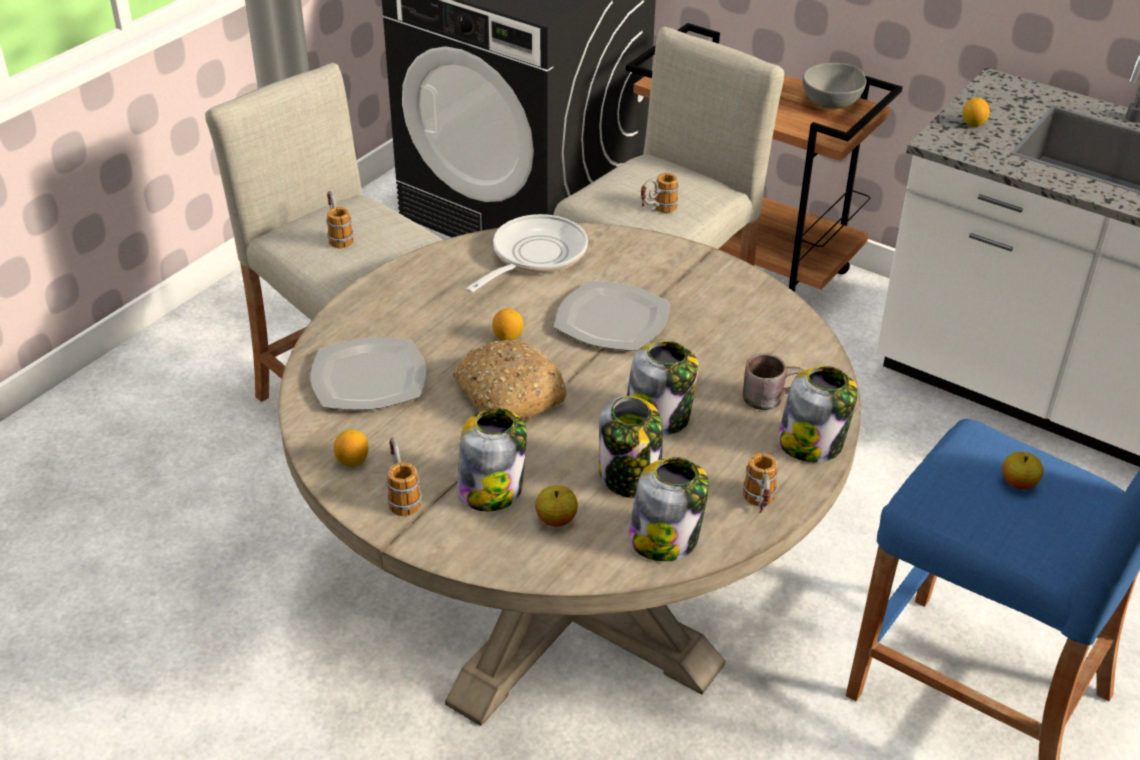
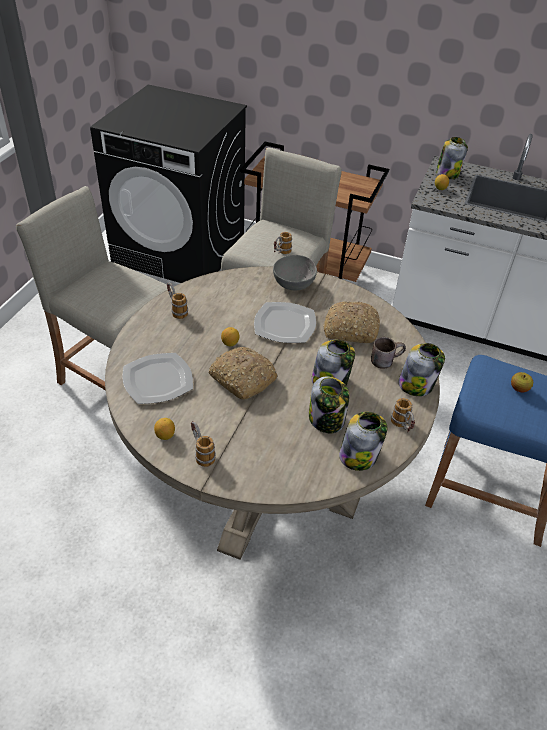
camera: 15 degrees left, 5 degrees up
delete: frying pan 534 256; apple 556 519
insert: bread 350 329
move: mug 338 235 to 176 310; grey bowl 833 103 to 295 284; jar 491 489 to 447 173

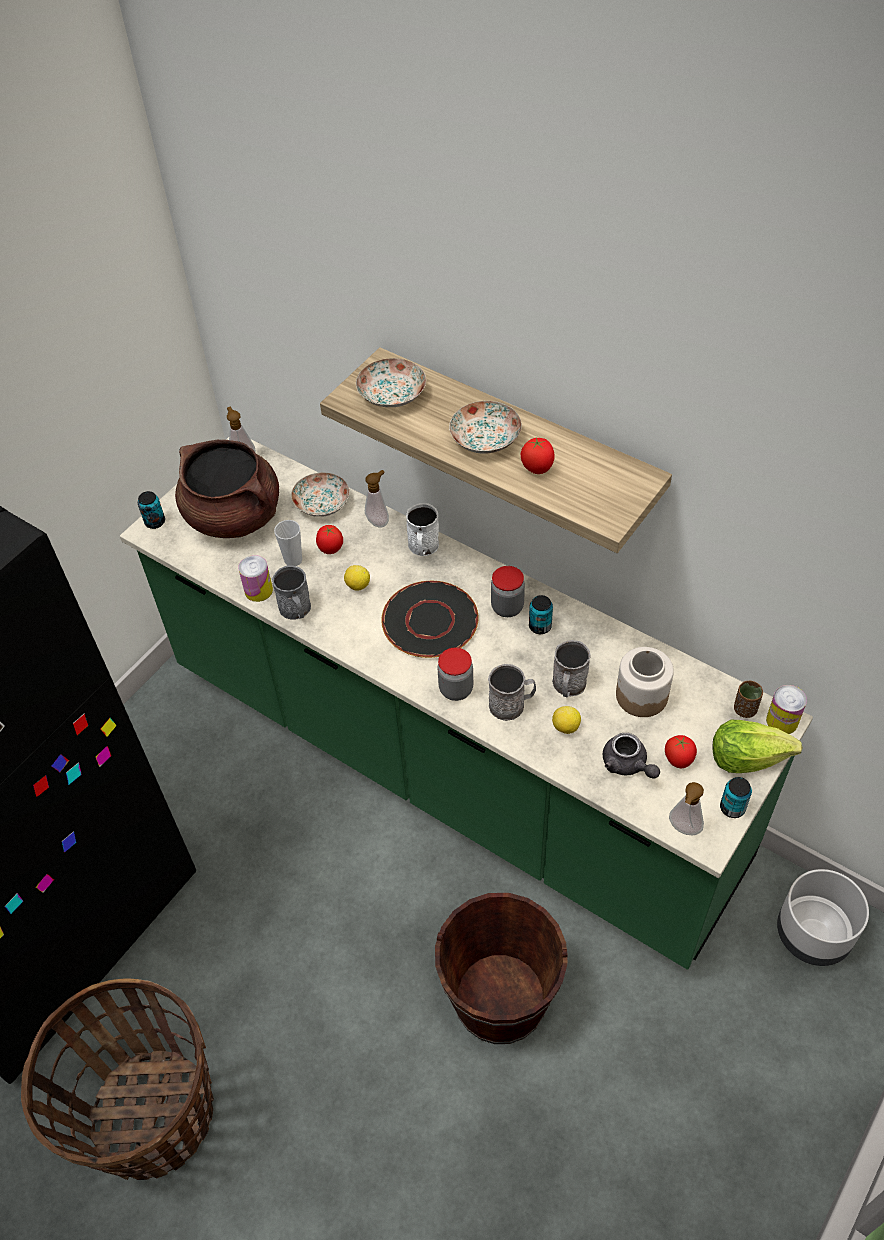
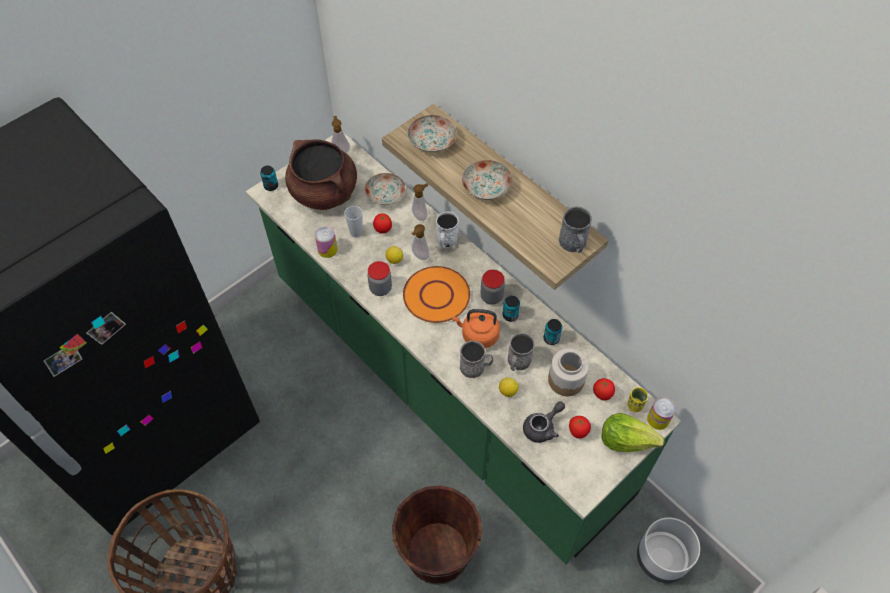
camera: 10 degrees right, 5 degrees up
insert: orange kettle 478 335
move: jar 456 689 to 380 288; soap dispenser 683 829 to 419 256; can 732 808 to 551 338; grey mug 296 610 to 573 244; tomato 537 469 to 602 394
recolor: black plate 430 620 to orange plate 436 295; brown cup 745 709 to yellow cup 634 405
rotate: grey teapot 628 765 = 542 427 105 degrees counterclockwise

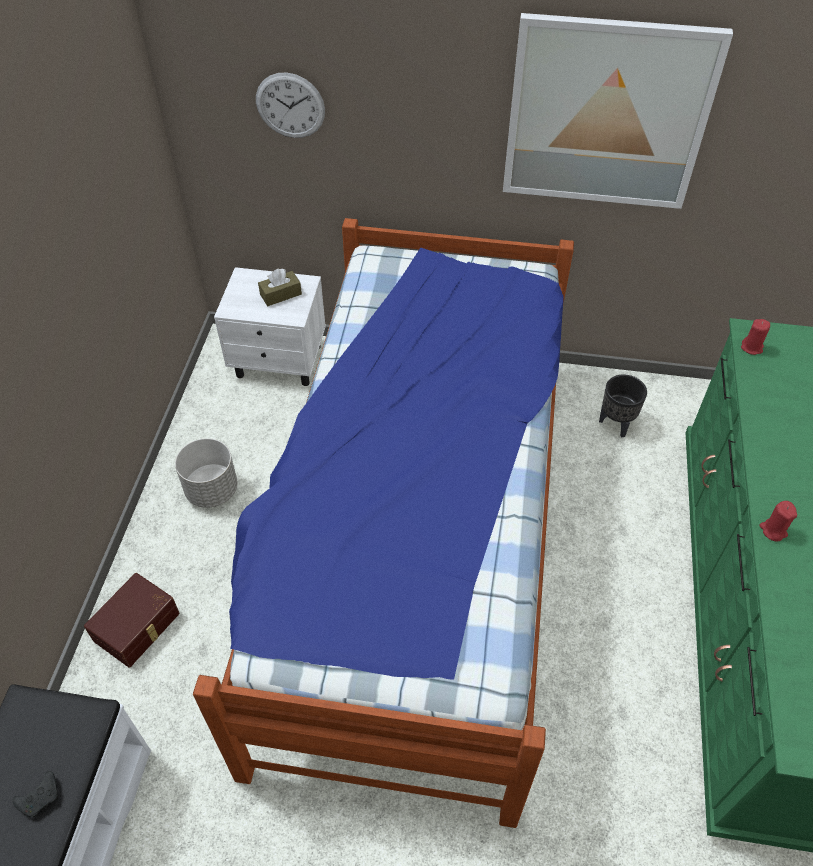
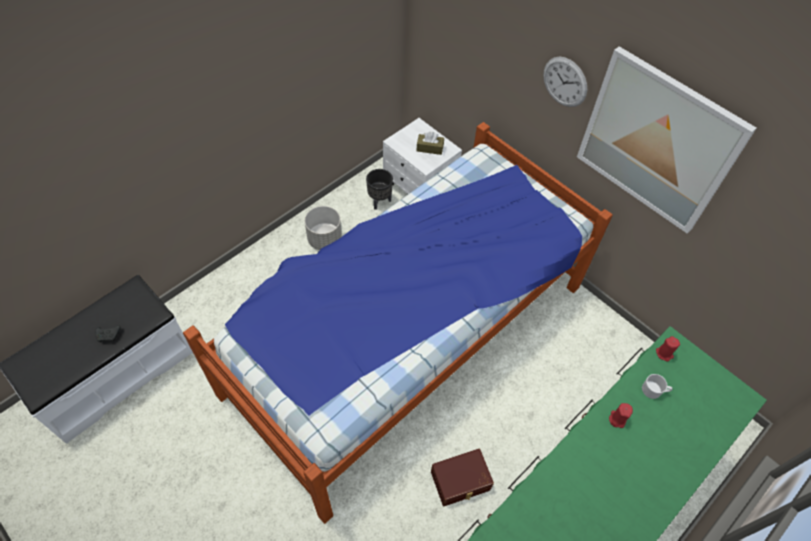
camera: 35 degrees right, 5 degrees up
insert: white mug 654 390
move: black planter 616 424 to 380 201; brown storage box 138 627 to 461 482; wall clock 290 105 to 565 82; red candle 773 530 to 617 419

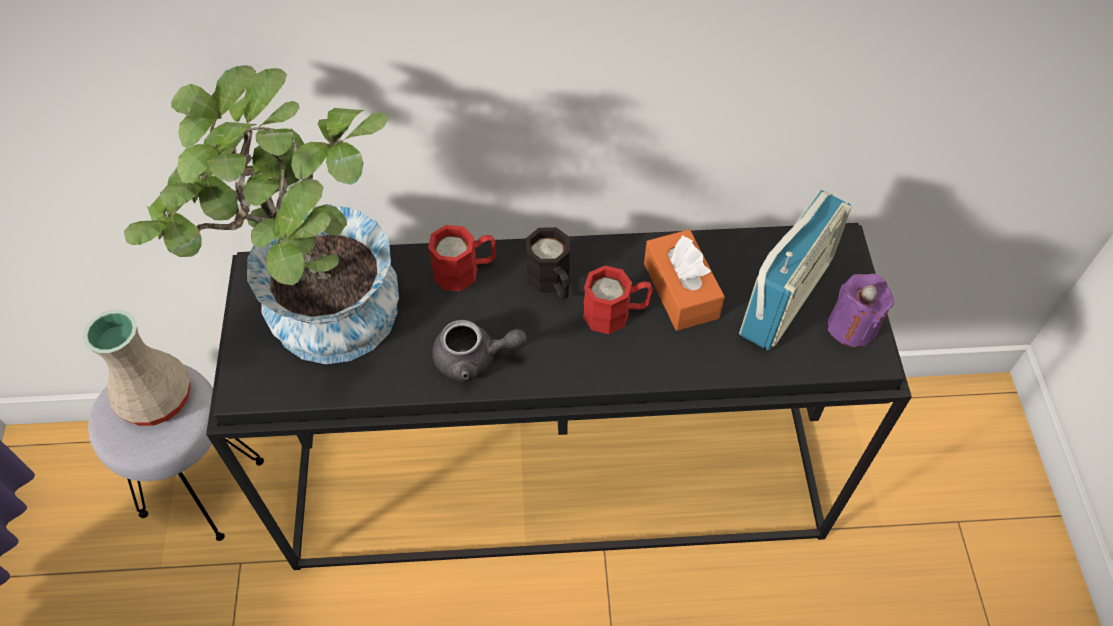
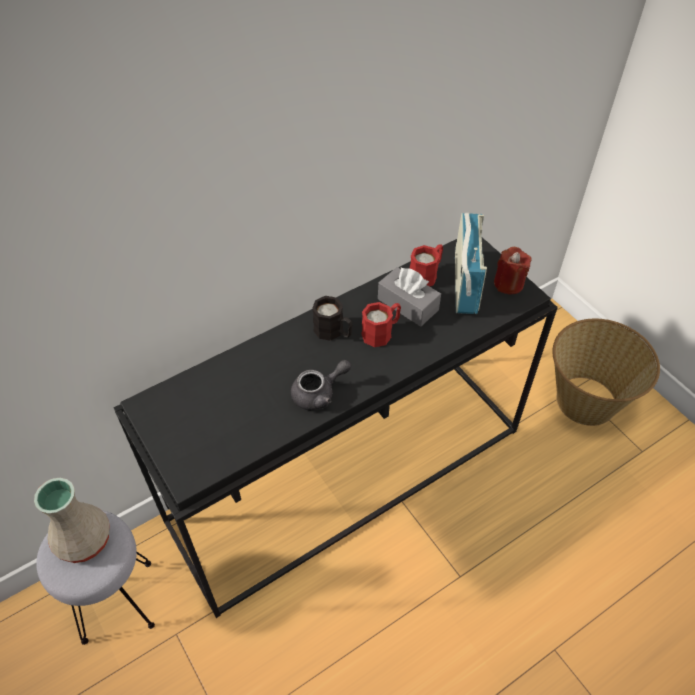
camera: 30 degrees left, 5 degrees down
delete: potted plant 320 324
insert: basket 587 400
move: red mug 465 271 to 426 274
recolor: orange tissue box 680 290 to grey tissue box 408 304; purple candle 852 327 to red candle 508 284

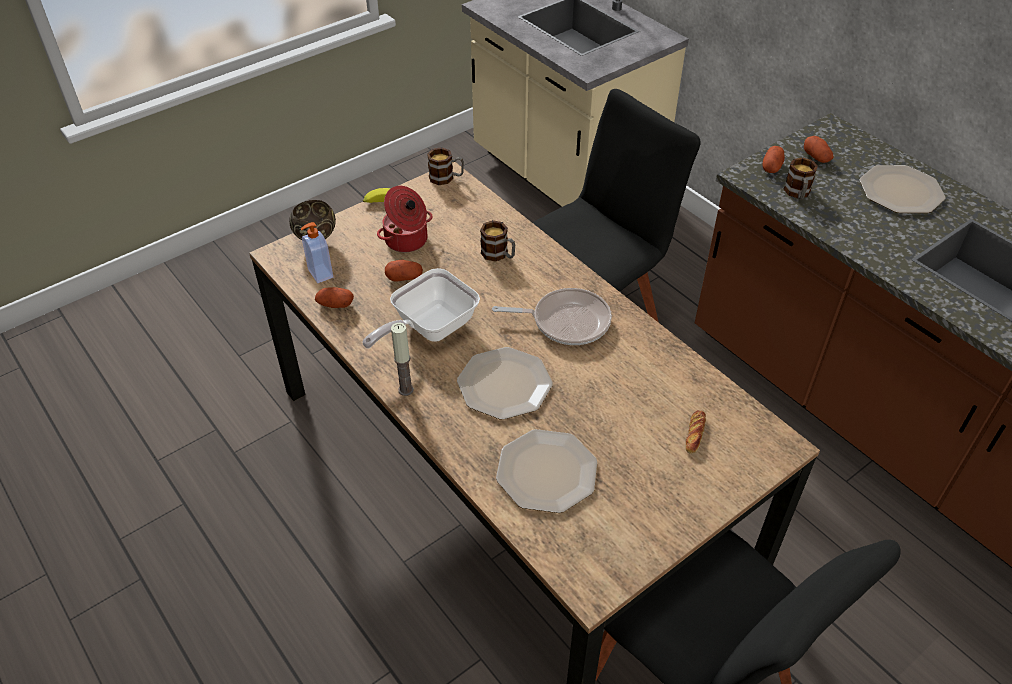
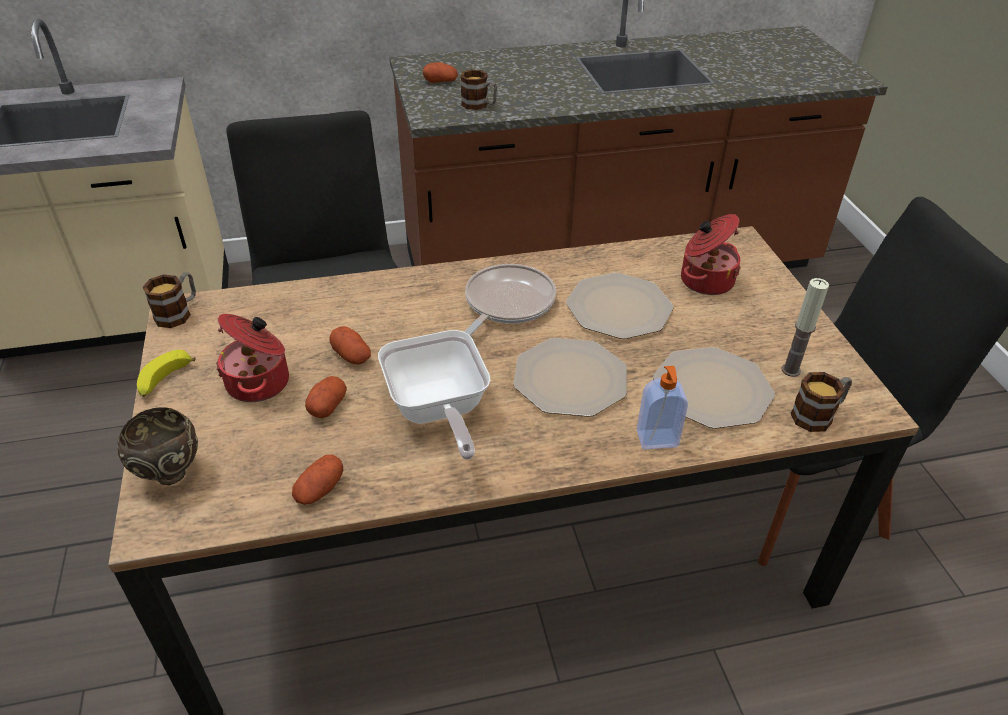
camera: 65 degrees left, 5 degrees down
move: potato 771 167 to 351 355; plate 900 190 to 618 308; soap dispenser 319 274 to 657 440; candle 406 390 to 791 370; mug 499 255 to 818 415
replace: bread 695 434 to cooking pot 705 280

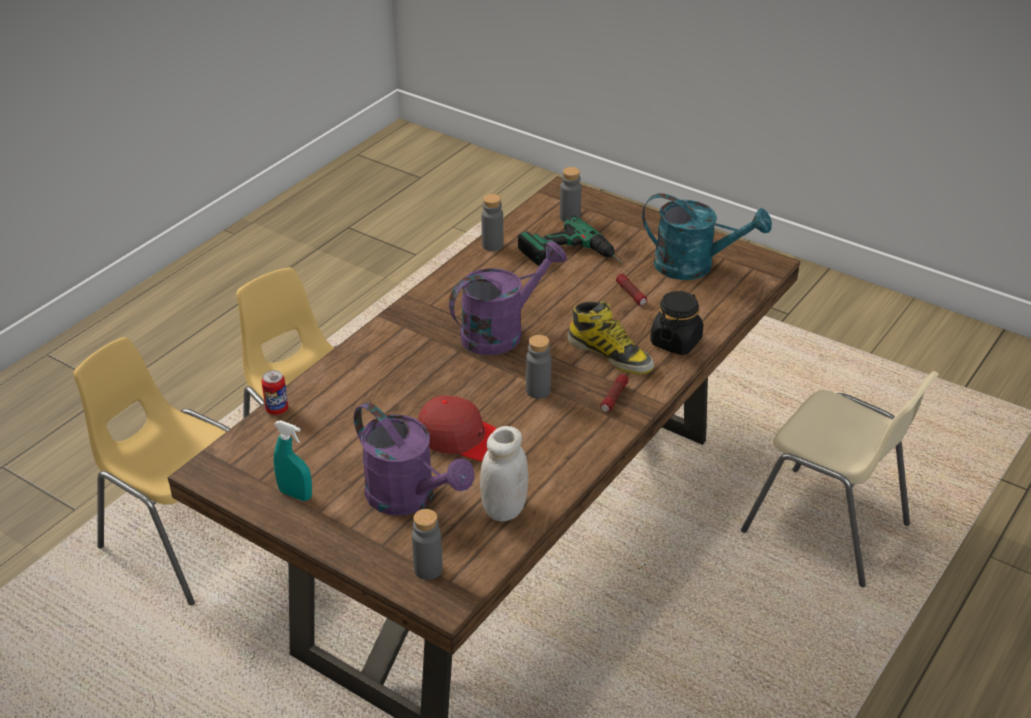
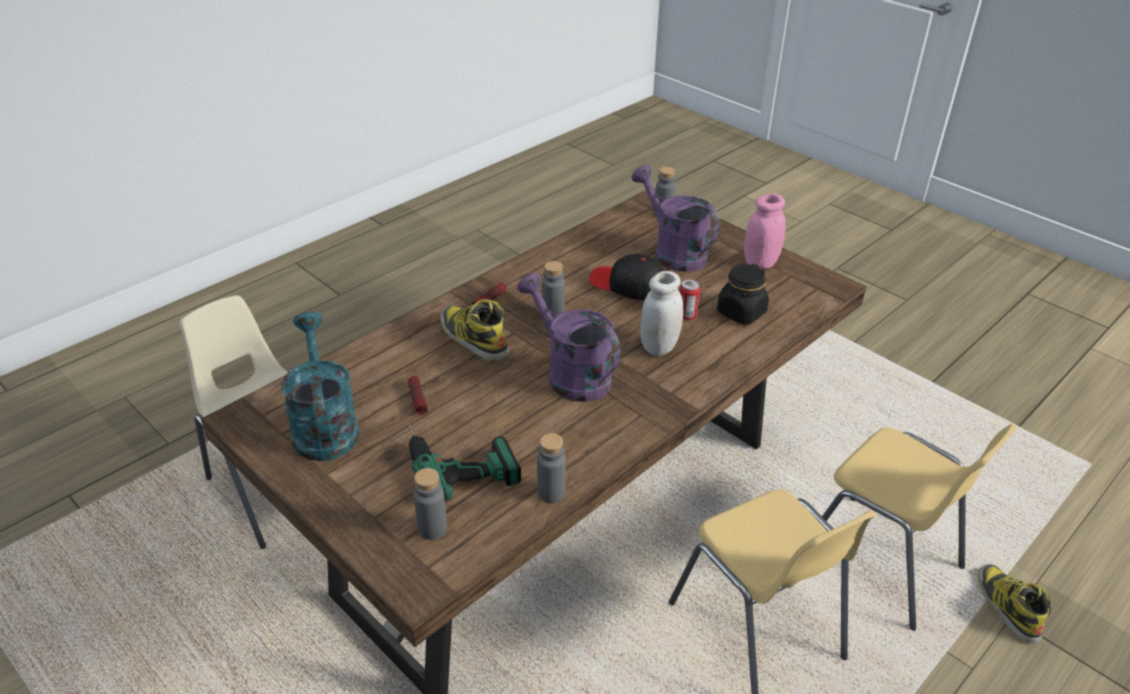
camera: 170 degrees left, 0 degrees up
insert: boot 1006 606
move: white jar 504 509 to 659 347; can 277 409 to 687 316; black jar 676 341 to 741 313
replace: turquoise spray bottle 295 494 to pink jar 760 263
recolor: red cap 463 438 to black cap 627 285
rotate: turquoise watering can 695 266 = 324 426 45 degrees clockwise; purple watering can 501 331 = 570 374 75 degrees clockwise

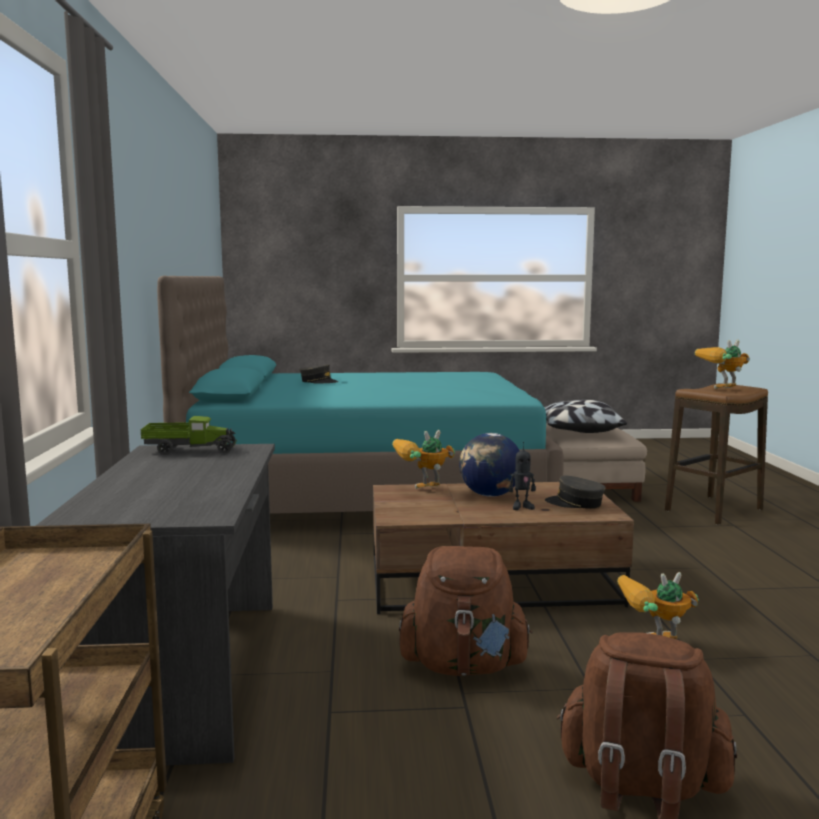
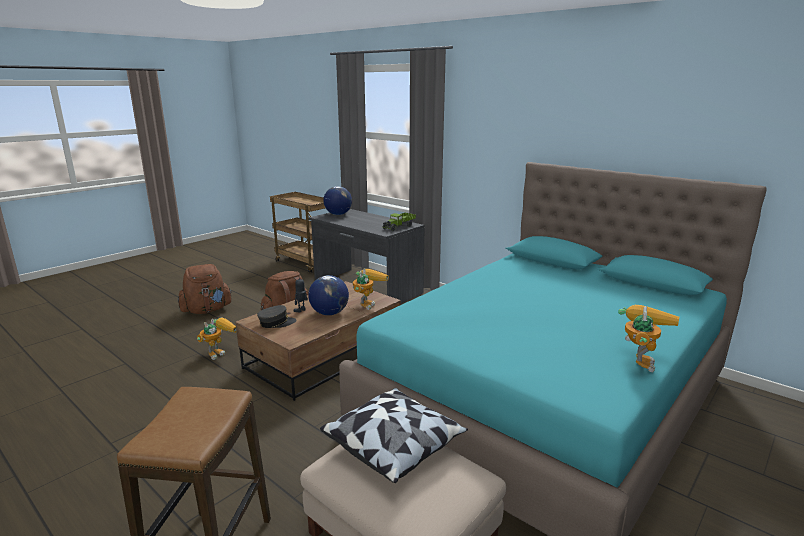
camera: 135 degrees right, 10 degrees up
delete: grey cap 318 382
insert: globe 338 214
move: toy robot 721 390 to 639 359

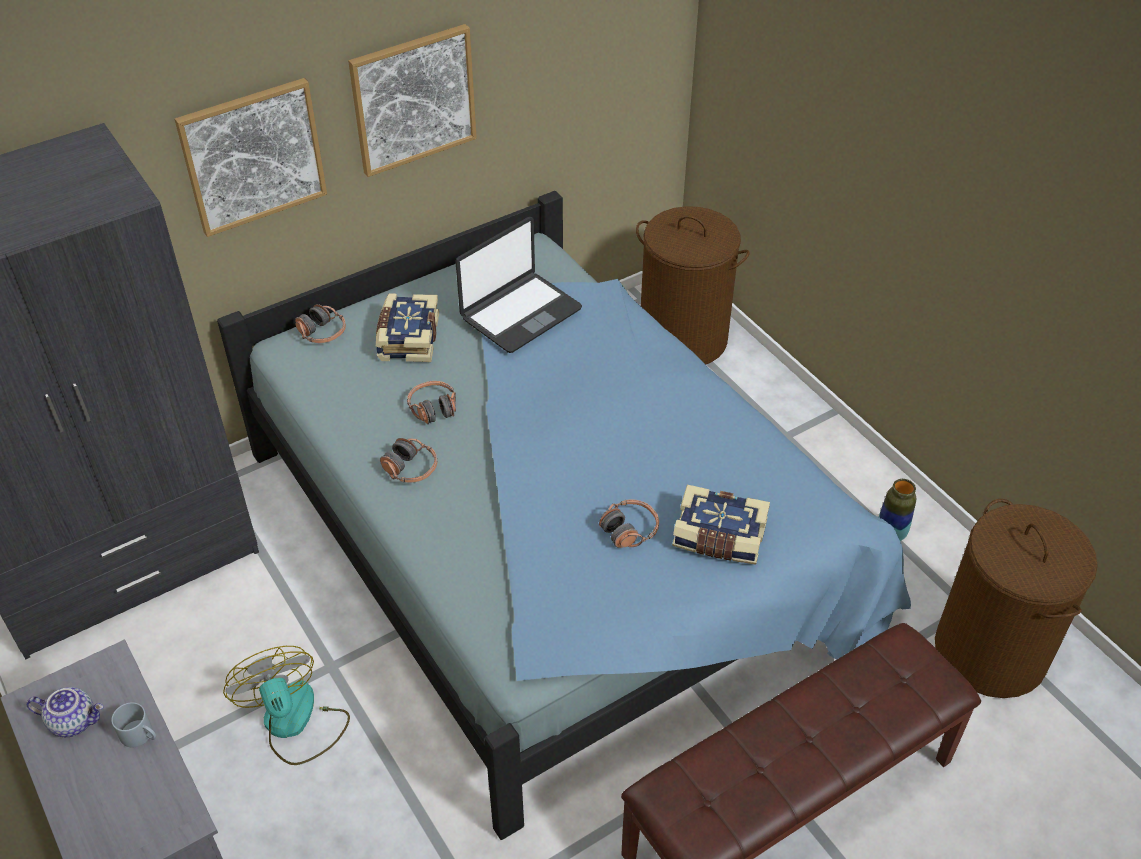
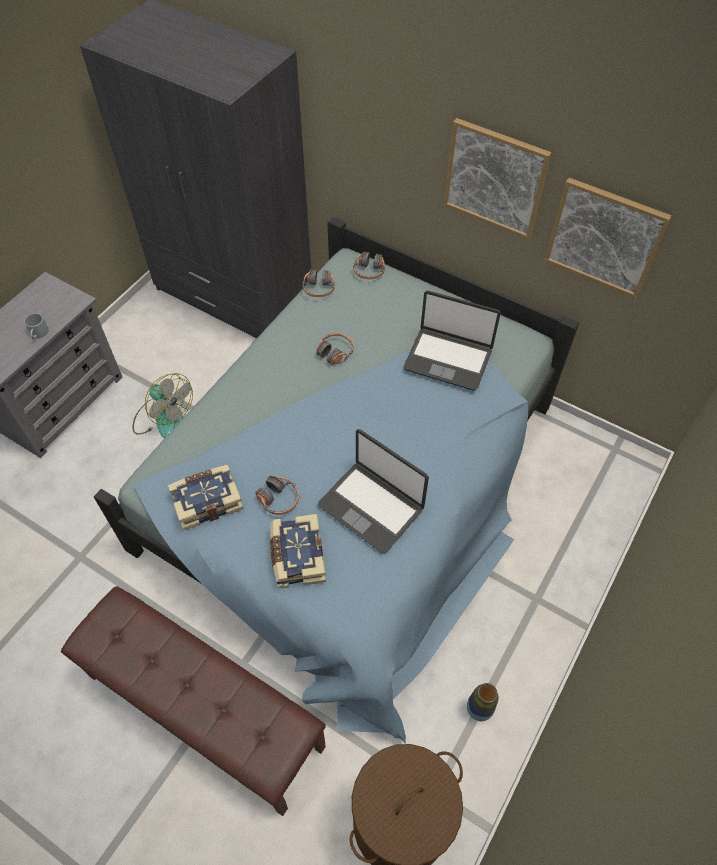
camera: 65 degrees right, 10 degrees up
delete: teapot 74 720; brown laundry basket 683 339
insert: laptop 371 506
move: book 407 338 to 207 501; headphones 411 469 to 319 289; picture 253 156 to 604 237
rotate: fan 295 723 = 163 418 90 degrees clockwise

